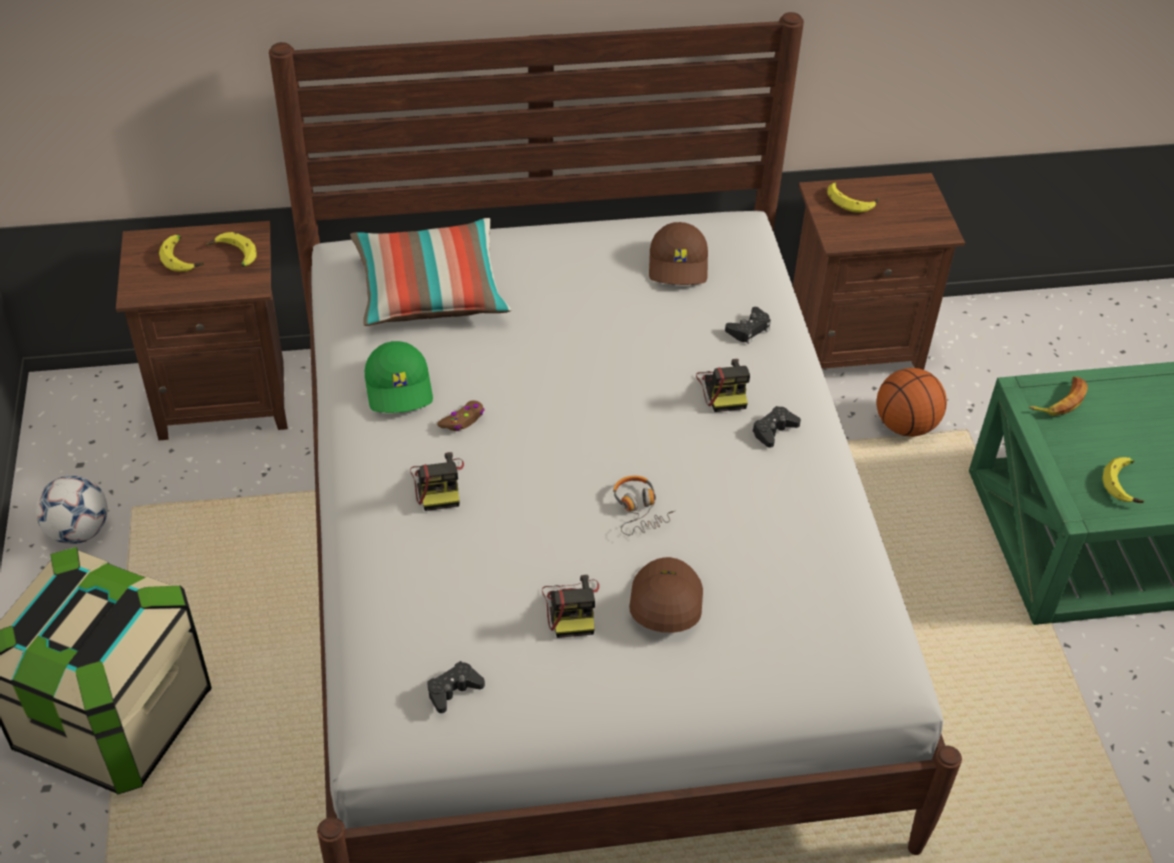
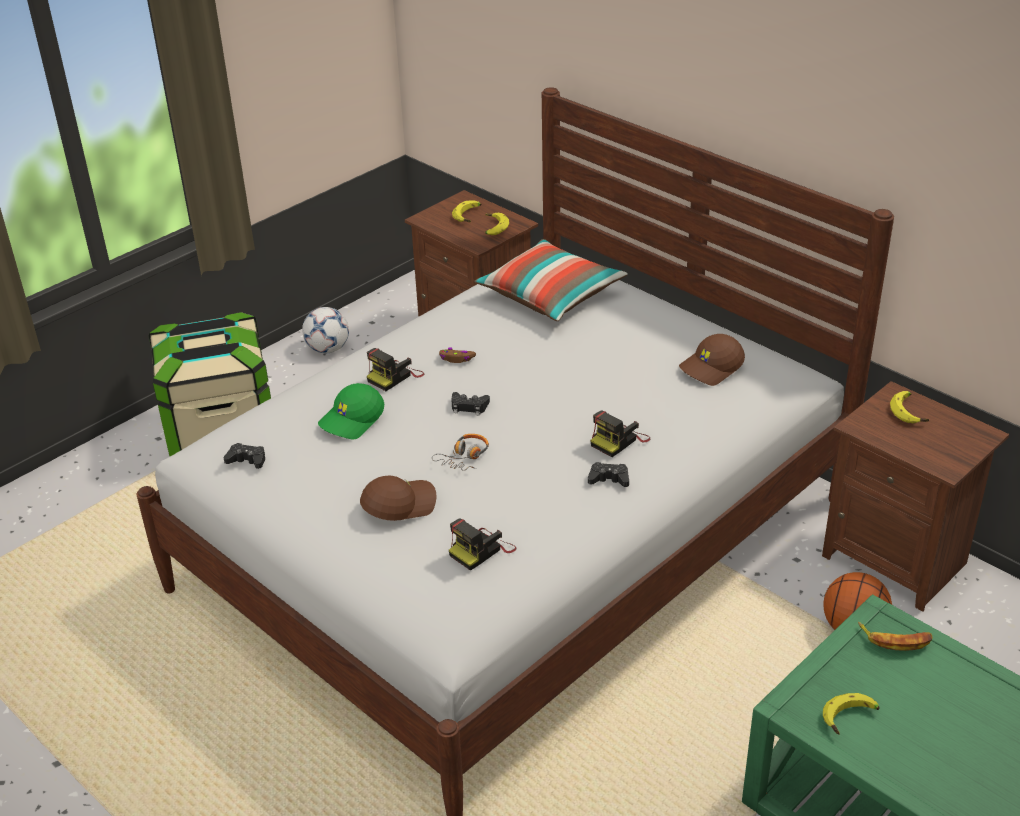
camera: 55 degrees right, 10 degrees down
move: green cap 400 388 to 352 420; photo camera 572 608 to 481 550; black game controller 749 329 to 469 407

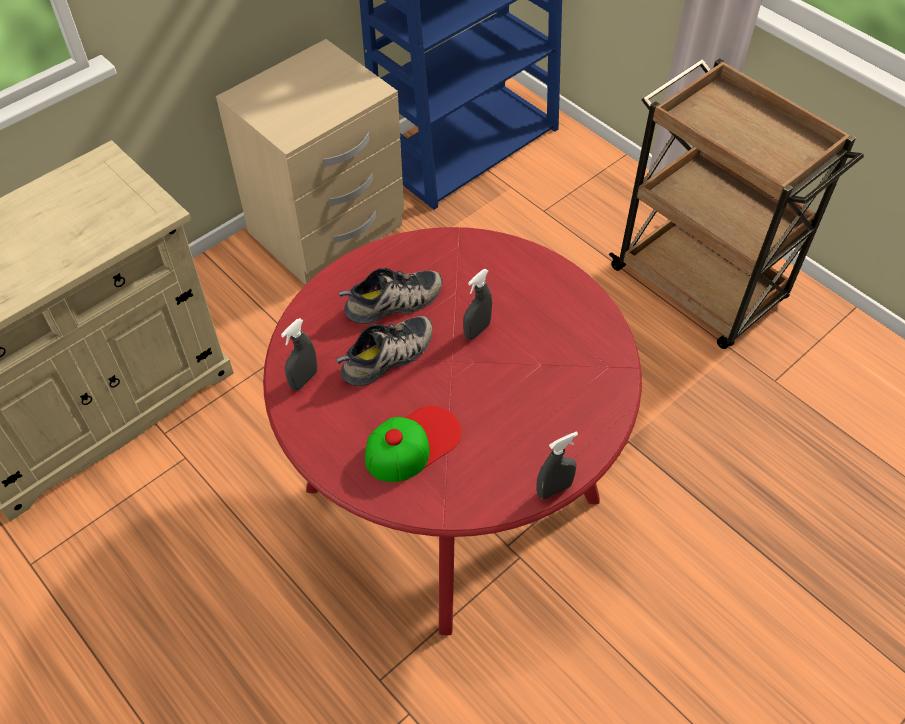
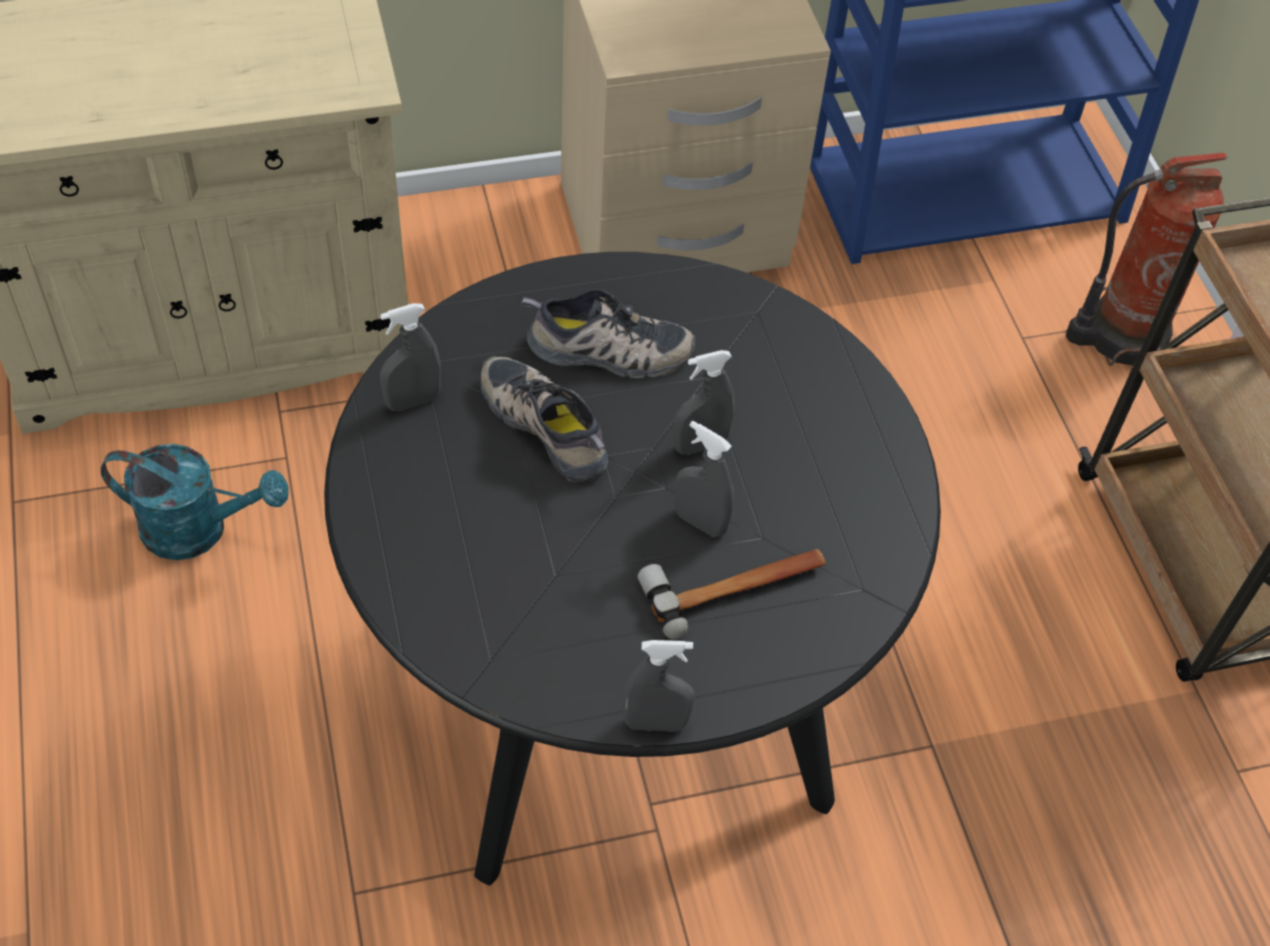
camera: 25 degrees right, 0 degrees up
delete: cap 412 444
insert: turquoise watering can 199 529; hammer 735 586; grey spray bottle 700 522; fire extinguisher 1120 335
recolor: red dining table 452 493 to black dining table 617 688
rotate: shoe 388 357 = 548 424 120 degrees counterclockwise

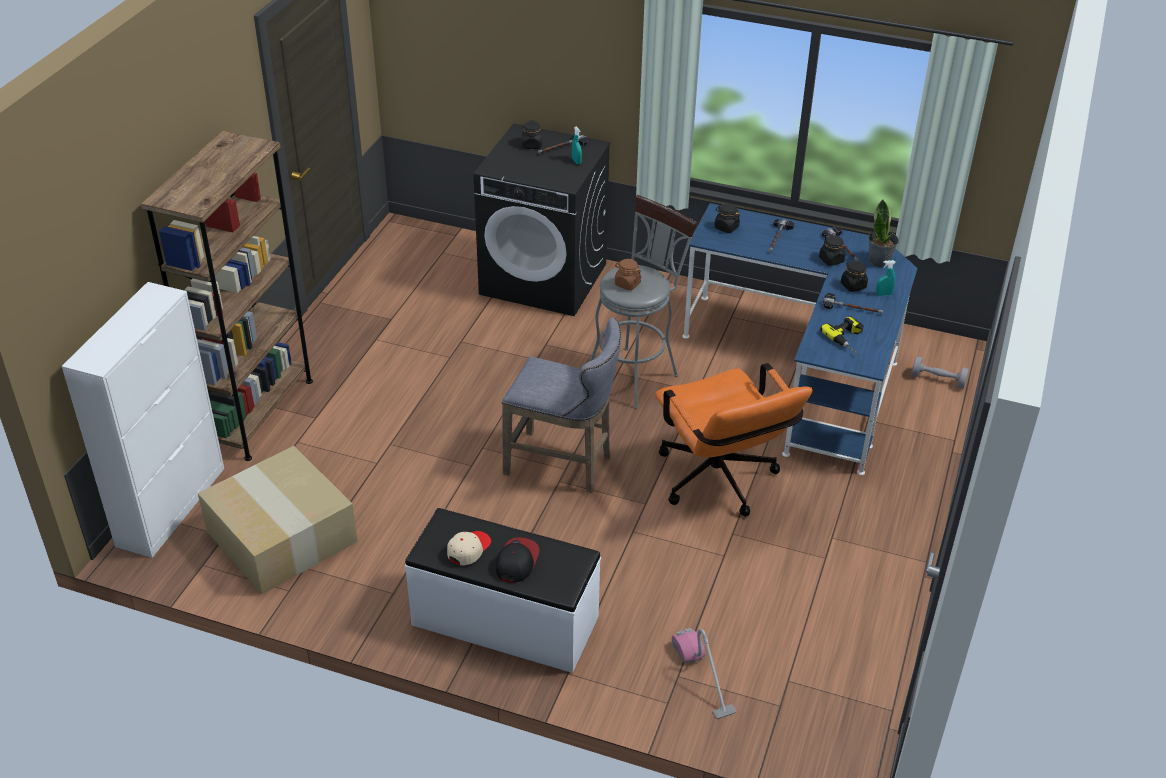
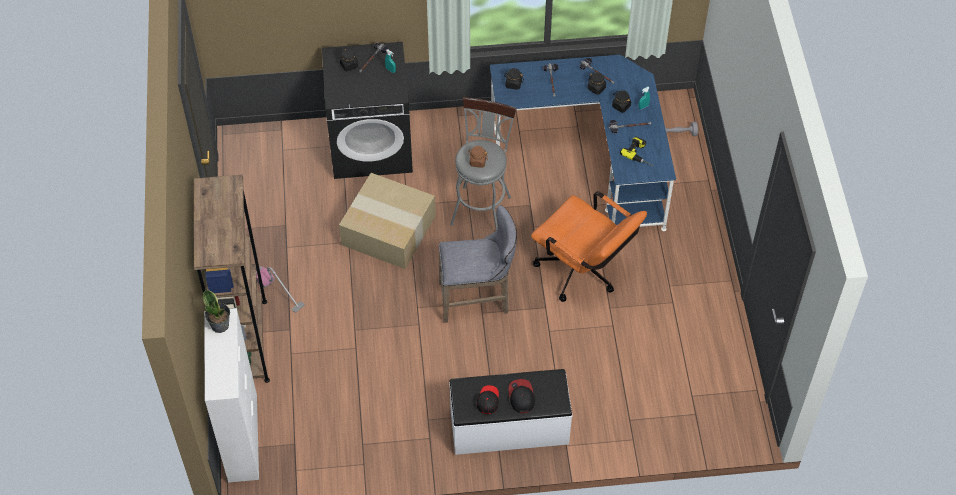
camera: 25 degrees left, 15 degrees up
move: potted plant 879 260 to 220 325; vacuum cleaner 703 676 to 278 291; cardboard box 279 536 to 387 231
recolor: beige cap 468 549 to black cap 488 400

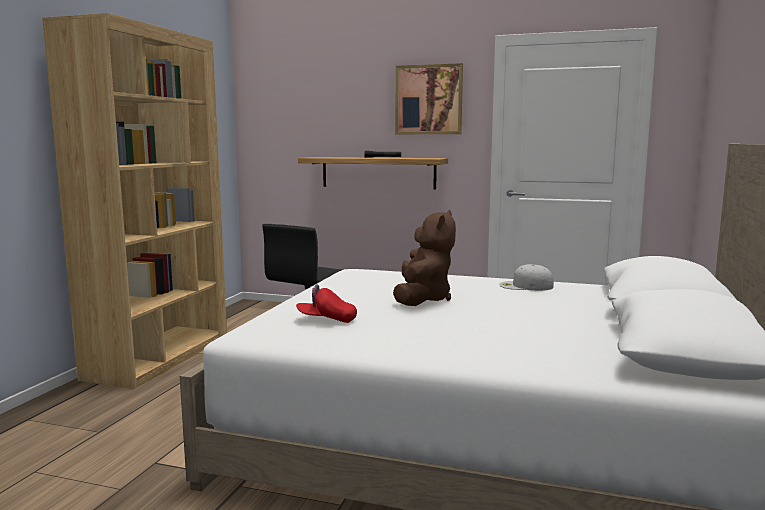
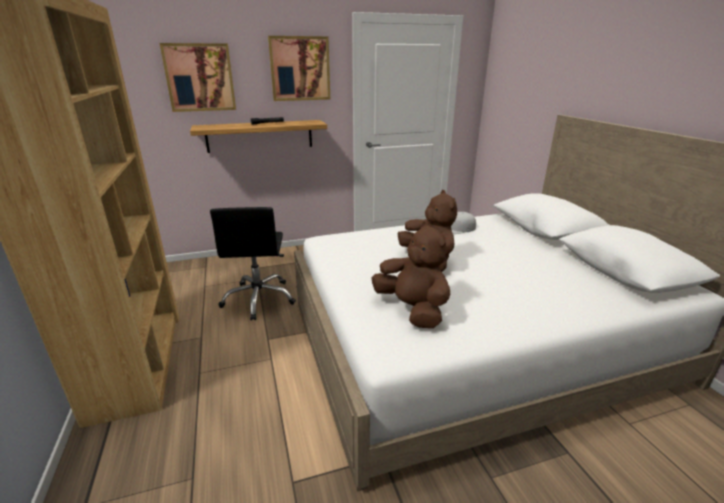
camera: 35 degrees left, 15 degrees up
insert: picture 200 78
replace: red cap 326 320 to brown plush toy 412 309

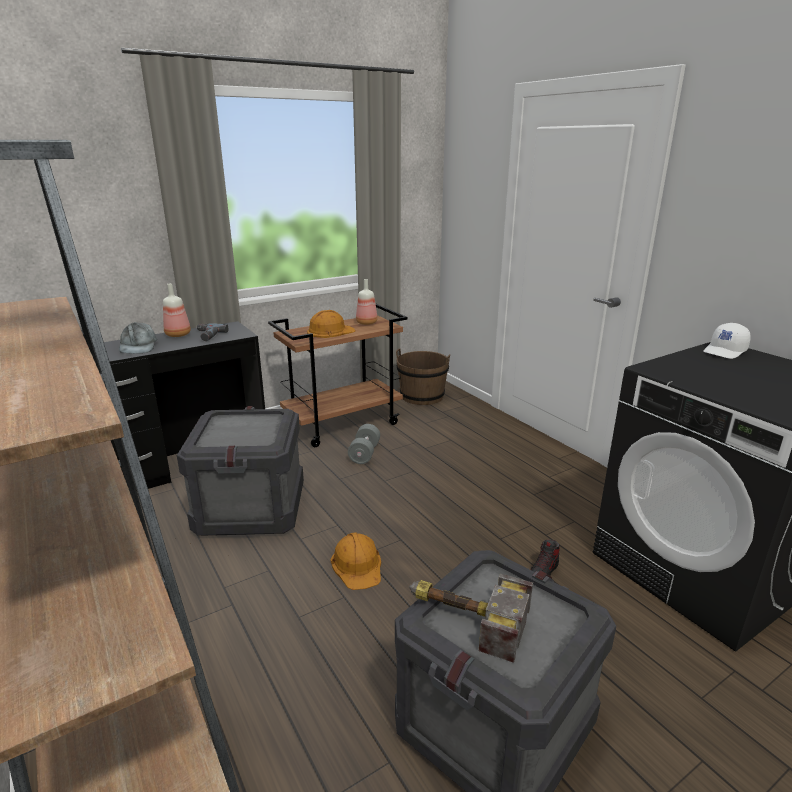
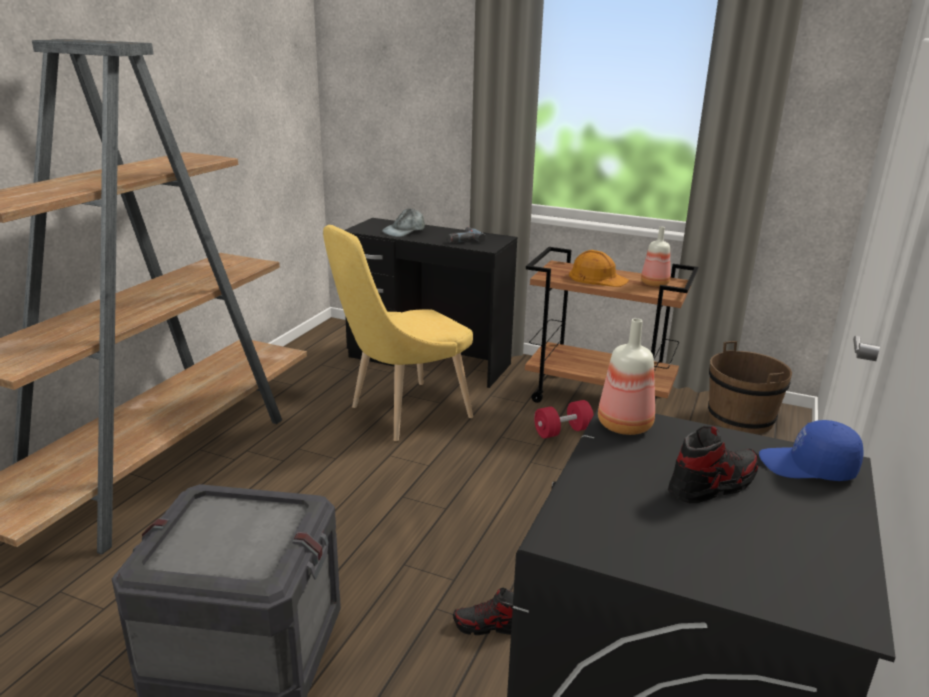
camera: 55 degrees right, 0 degrees up
delete: orange hard hat 357 565; hammer 463 616
insert: shoe 712 484
move: bottle 178 334 to 626 425
replace: crate 249 508 to yellow chair 403 414
recolor: grey dumbbell 364 453 to red dumbbell 562 431; white cap 725 351 to blue cap 807 467

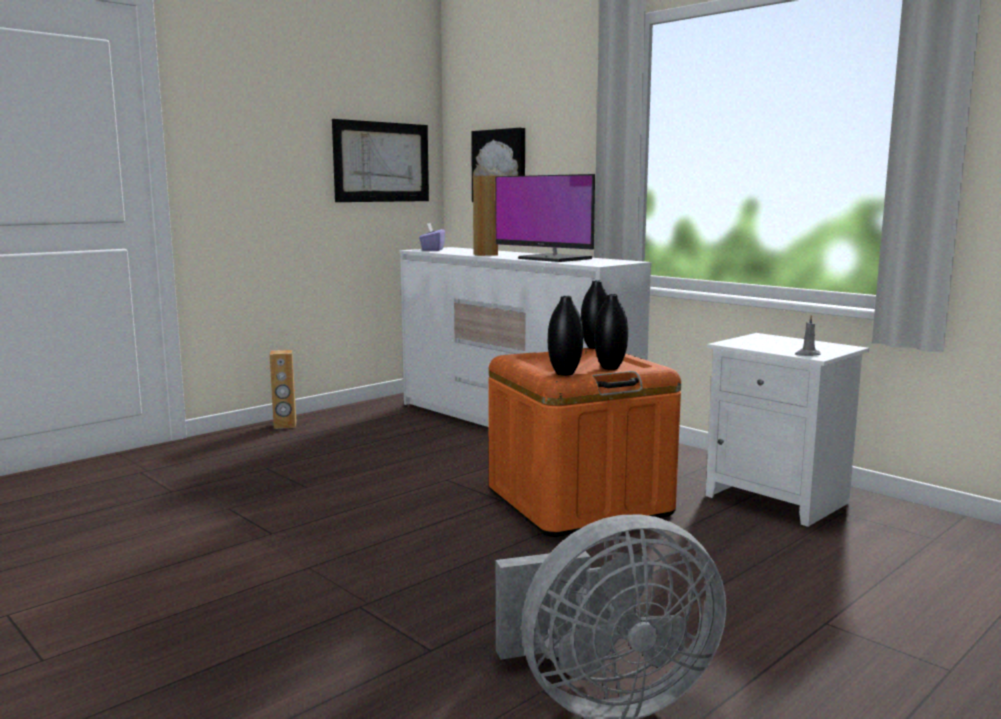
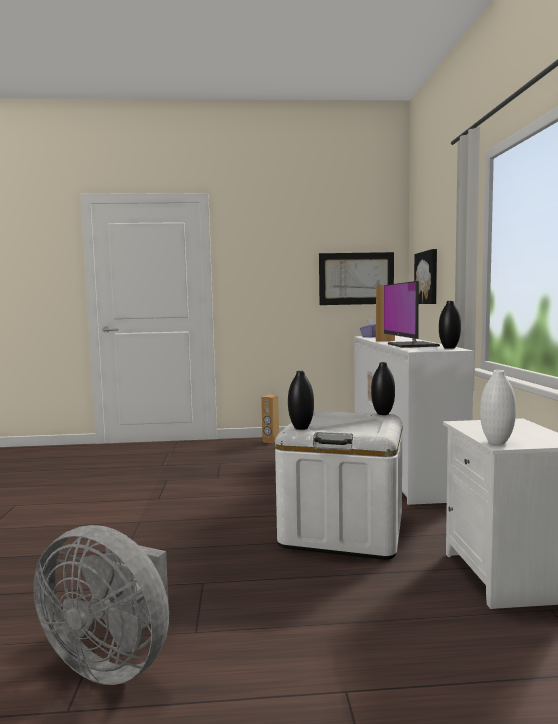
camera: 40 degrees right, 5 degrees down
move: black vase 610 368 to 449 348
replace: grey candle 807 354 to white vase 496 442
recolor: orange storage box 578 502 to white storage box 343 530

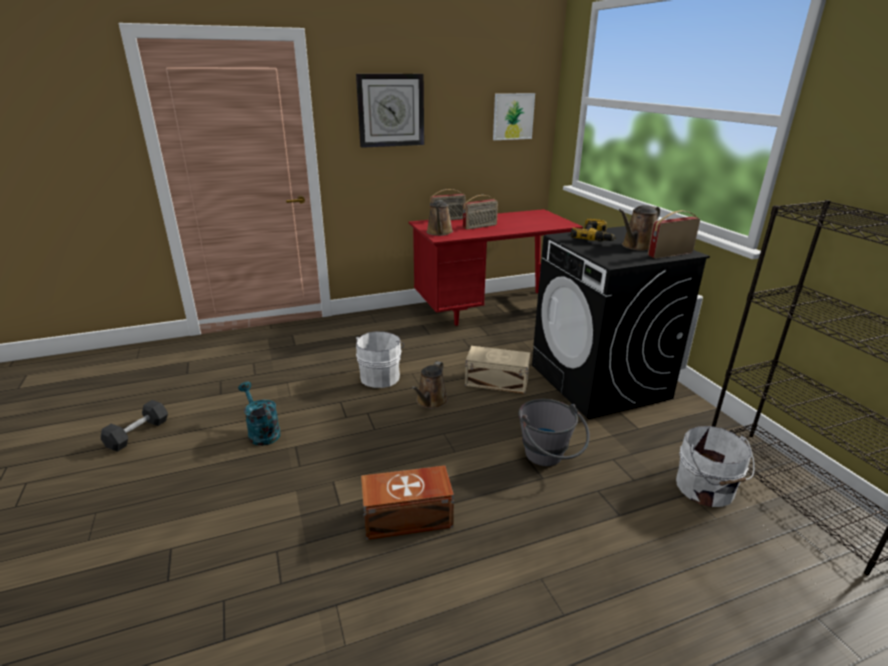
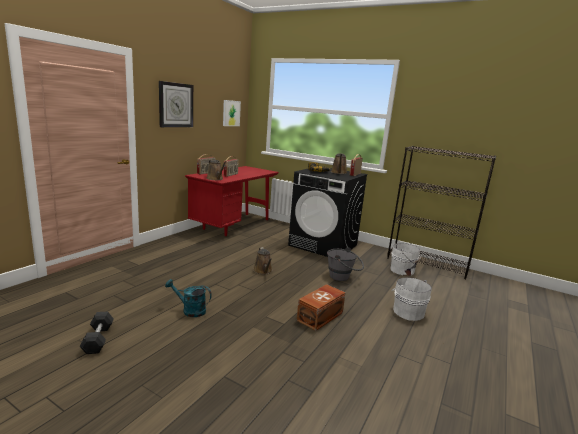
camera: 40 degrees left, 10 degrees down
delete: beige storage box 496 381
move: white bucket 381 376 to 407 311

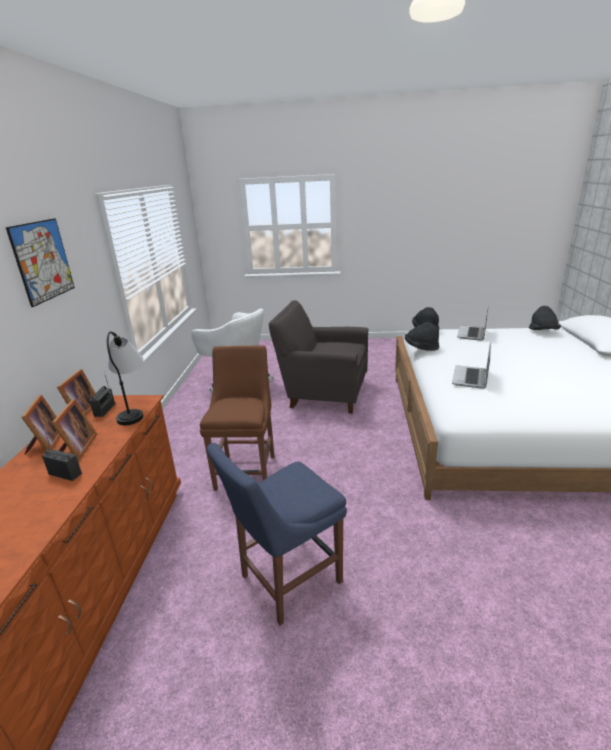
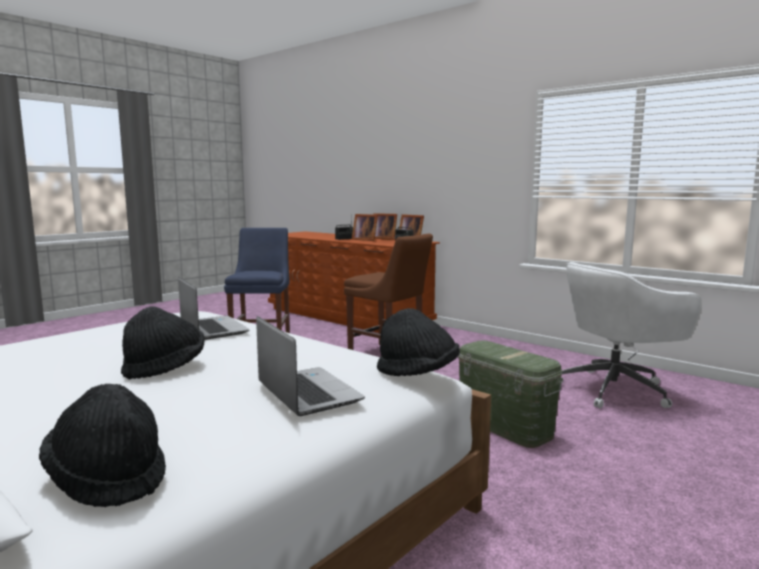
camera: 125 degrees right, 15 degrees down
delete: picture 43 261; table lamp 134 410
move: black hat 421 348 to 165 368
replace: grey armchair 323 393 to green storage box 505 426

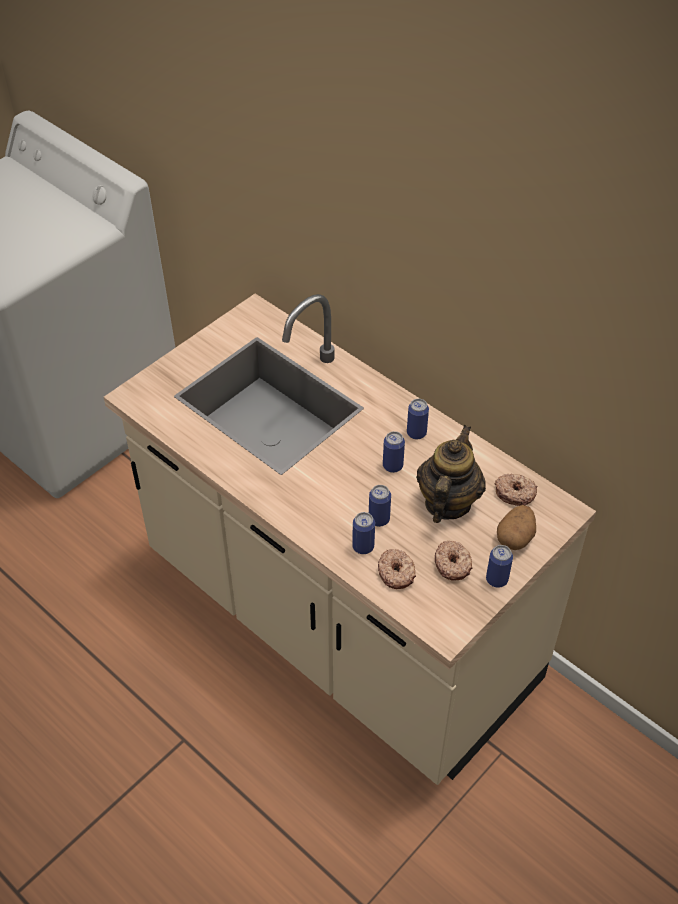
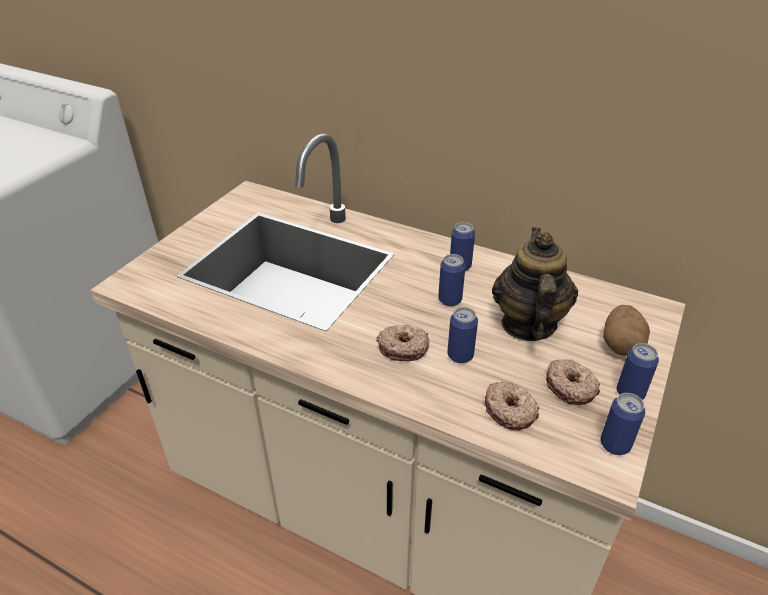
camera: 15 degrees left, 10 degrees down
move: donut 515 493 to 403 348; can 363 547 to 615 445

